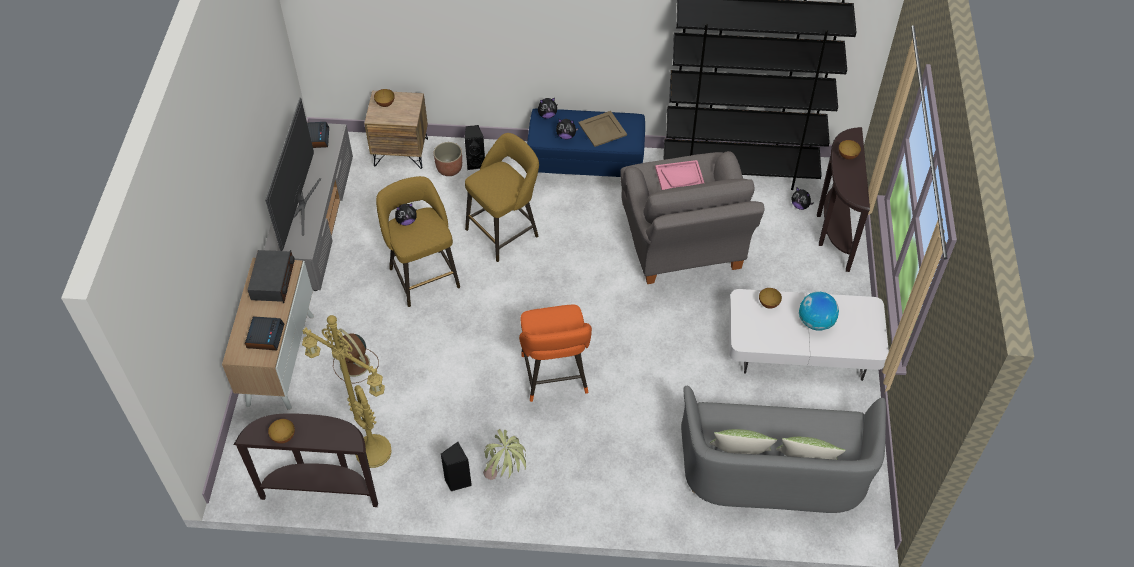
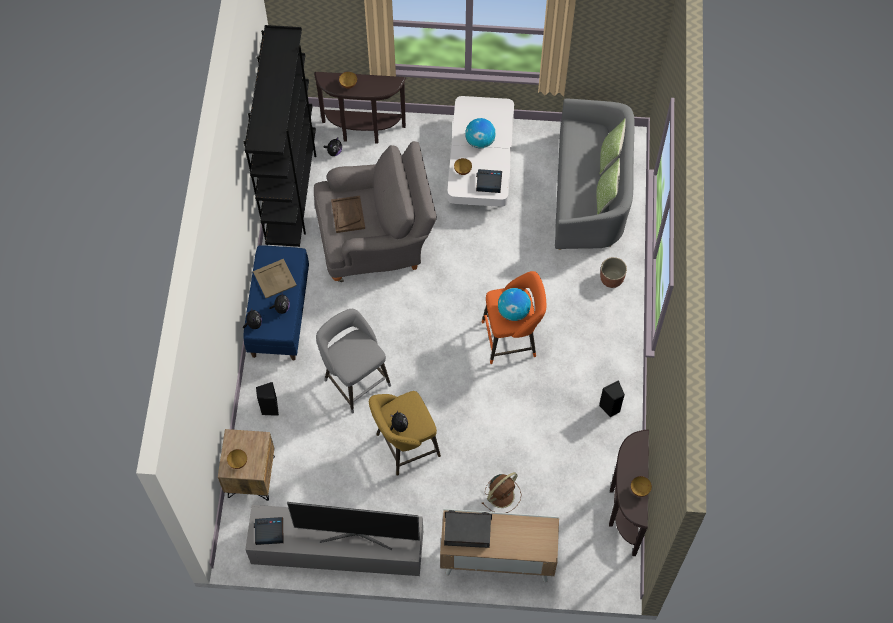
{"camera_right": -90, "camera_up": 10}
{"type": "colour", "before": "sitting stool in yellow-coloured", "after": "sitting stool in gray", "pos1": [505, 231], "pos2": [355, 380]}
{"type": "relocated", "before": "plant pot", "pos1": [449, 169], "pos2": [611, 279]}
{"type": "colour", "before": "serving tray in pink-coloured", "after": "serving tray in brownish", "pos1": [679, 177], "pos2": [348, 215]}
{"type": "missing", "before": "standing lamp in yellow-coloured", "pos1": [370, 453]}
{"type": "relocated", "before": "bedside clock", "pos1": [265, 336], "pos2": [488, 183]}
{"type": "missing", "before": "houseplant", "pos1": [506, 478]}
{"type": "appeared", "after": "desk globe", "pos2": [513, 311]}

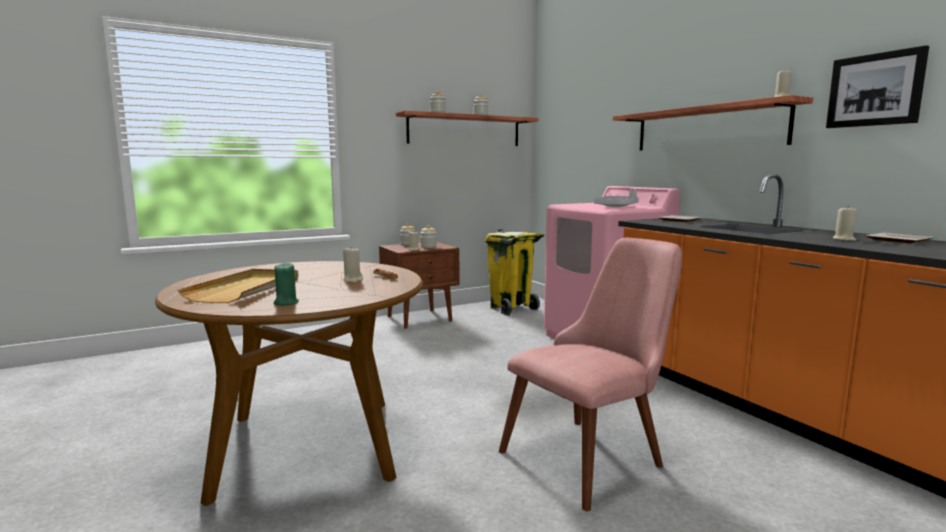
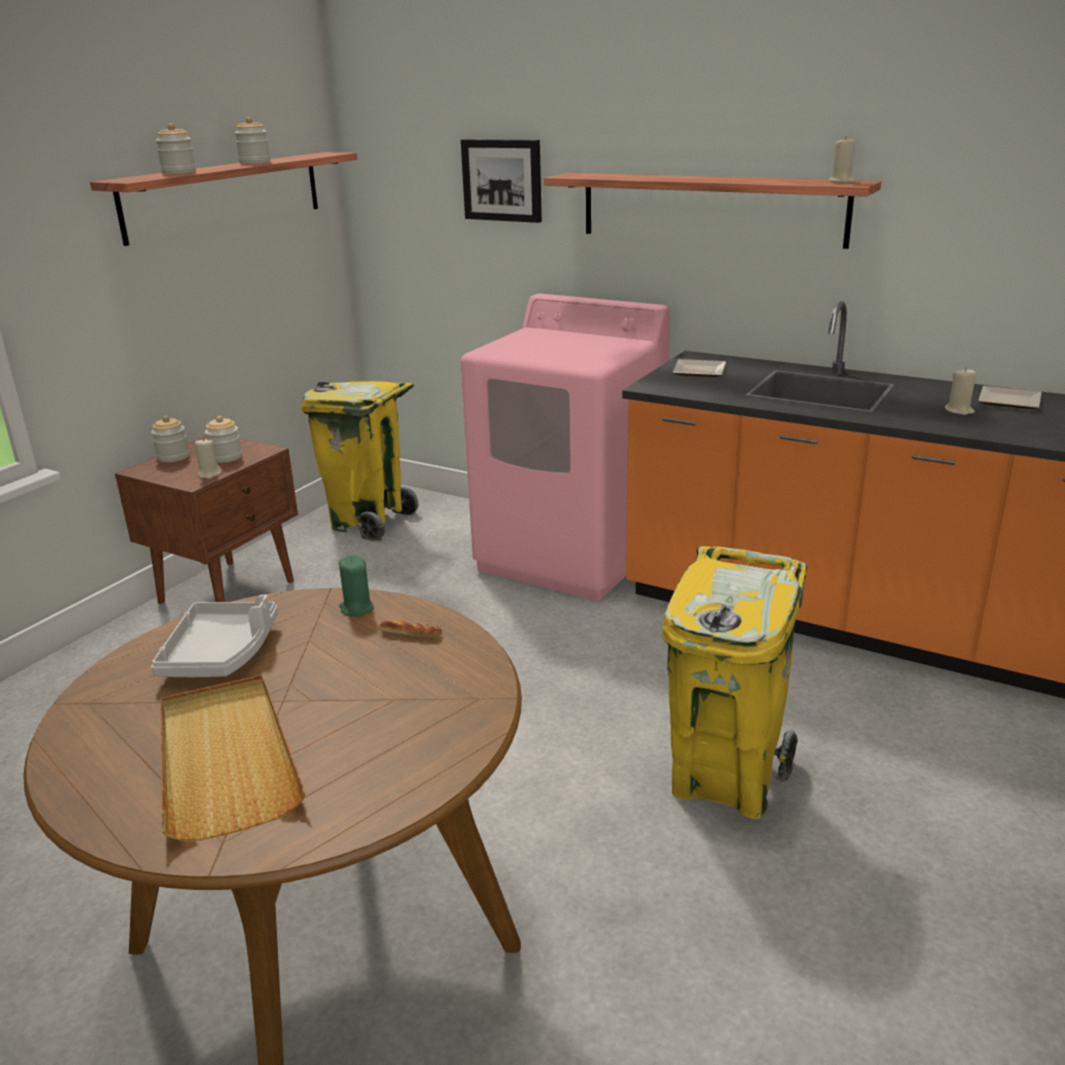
{"camera_right": -30, "camera_up": 15}
{"type": "relocated", "before": "wall picture", "pos1": [875, 90], "pos2": [502, 180]}
{"type": "relocated", "before": "serving tray in gray", "pos1": [616, 207], "pos2": [221, 653]}
{"type": "exchanged", "before": "upright chair in pink-coloured", "after": "rubbish bin in yellow-coloured", "pos1": [593, 452], "pos2": [725, 780]}
{"type": "missing", "before": "candle in sand-coloured", "pos1": [352, 280]}
{"type": "relocated", "before": "candle in greenish", "pos1": [286, 303], "pos2": [356, 608]}

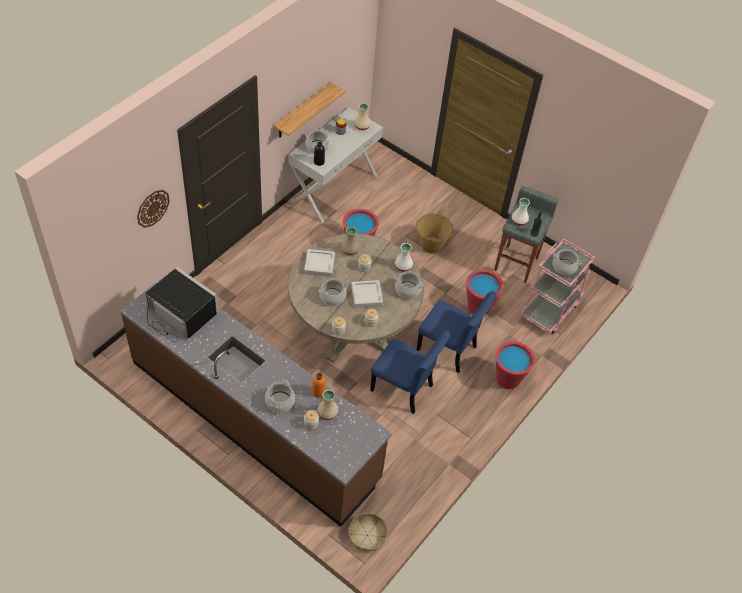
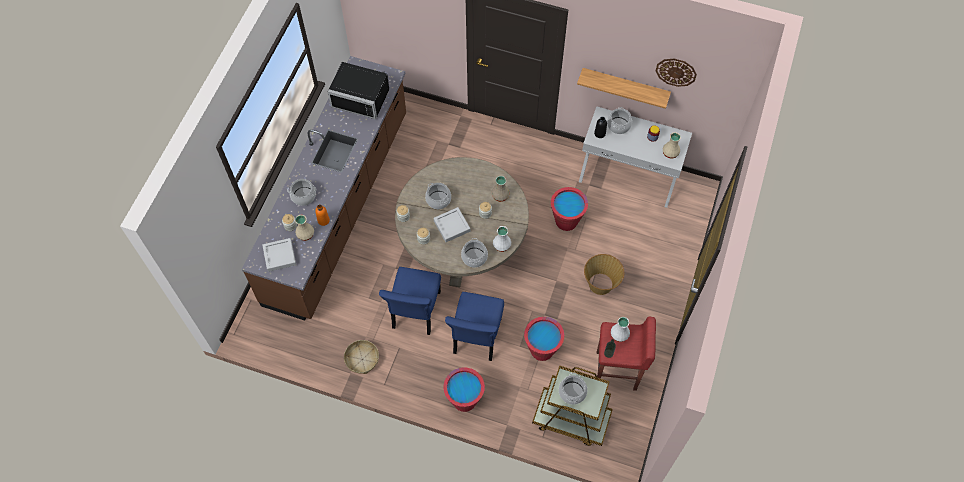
{"camera_right": 75, "camera_up": 10}
{"type": "colour", "before": "sitting stool in gray", "after": "sitting stool in red", "pos1": [517, 263], "pos2": [617, 371]}
{"type": "relocated", "before": "clock on the wall", "pos1": [152, 208], "pos2": [676, 72]}
{"type": "colour", "before": "trolley in pink-coloured", "after": "trolley in brownish", "pos1": [550, 309], "pos2": [571, 419]}
{"type": "relocated", "before": "serving tray in gray", "pos1": [319, 265], "pos2": [280, 256]}
{"type": "spun", "before": "microwave oven in blackish", "pos1": [180, 315], "pos2": [362, 96], "turn": 90}
{"type": "relocated", "before": "storage basket", "pos1": [367, 535], "pos2": [362, 359]}

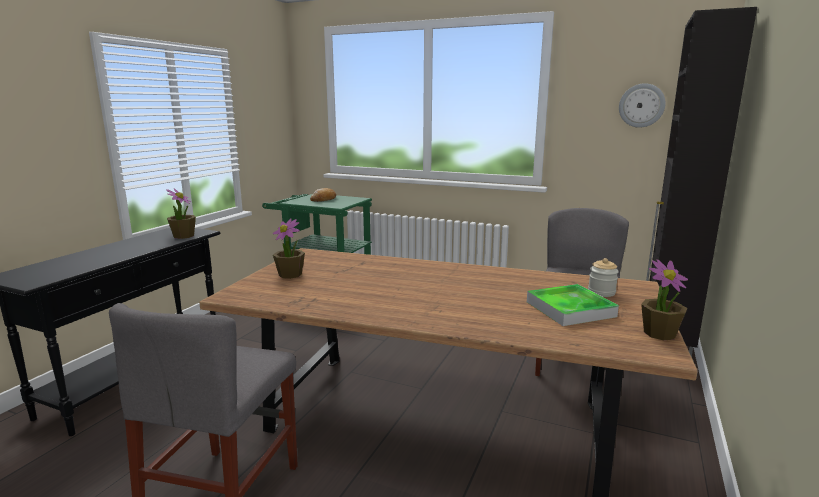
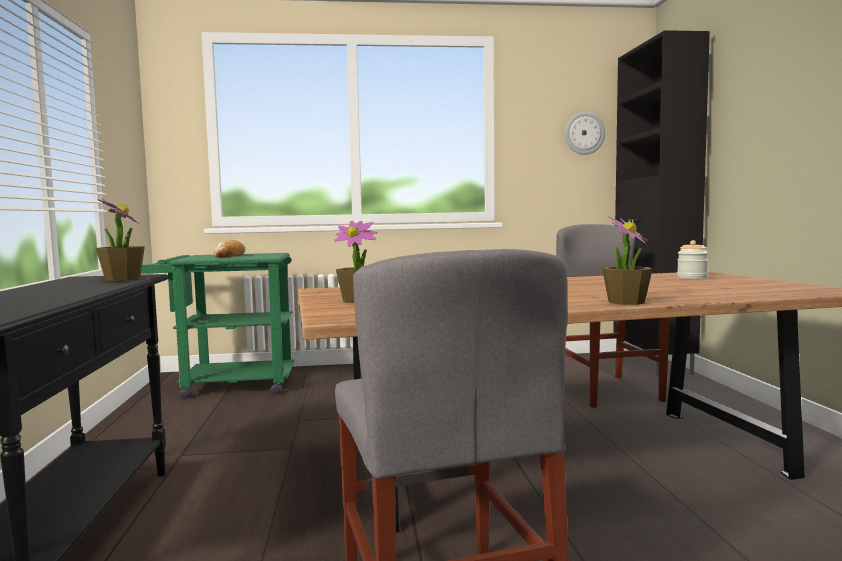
{"camera_right": -30, "camera_up": -10}
{"type": "relocated", "before": "houseplant", "pos1": [660, 333], "pos2": [626, 302]}
{"type": "missing", "before": "serving tray", "pos1": [570, 309]}

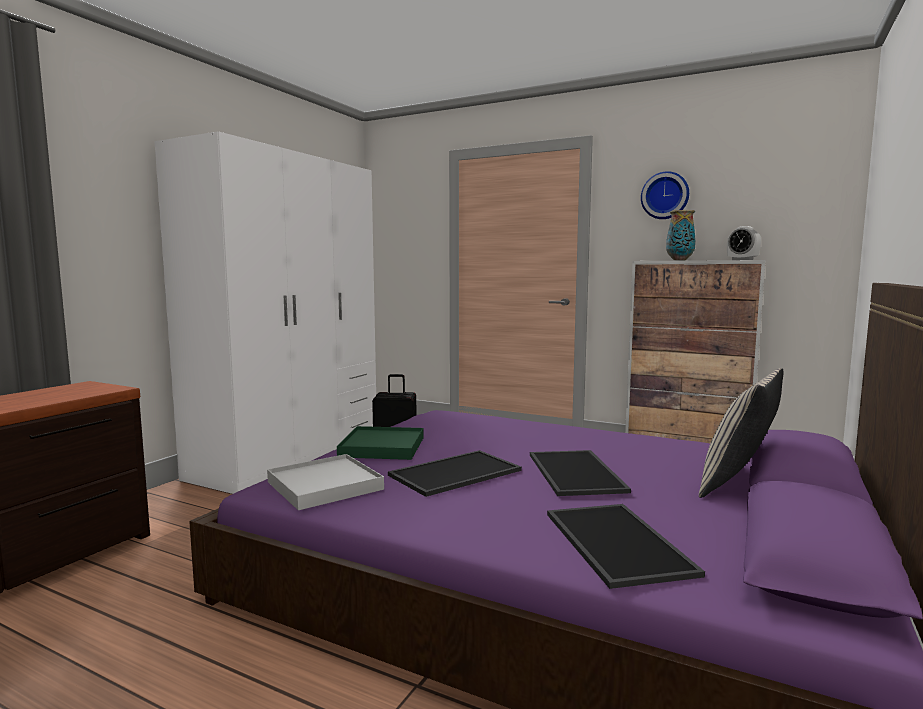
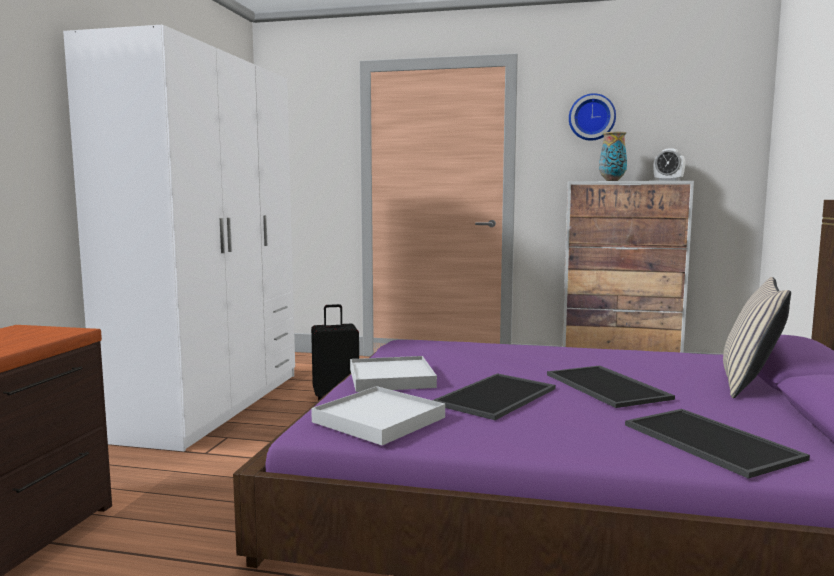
{"camera_right": -15, "camera_up": 0}
{"type": "colour", "before": "serving tray in greenish", "after": "serving tray in white-coloured", "pos1": [382, 447], "pos2": [391, 378]}

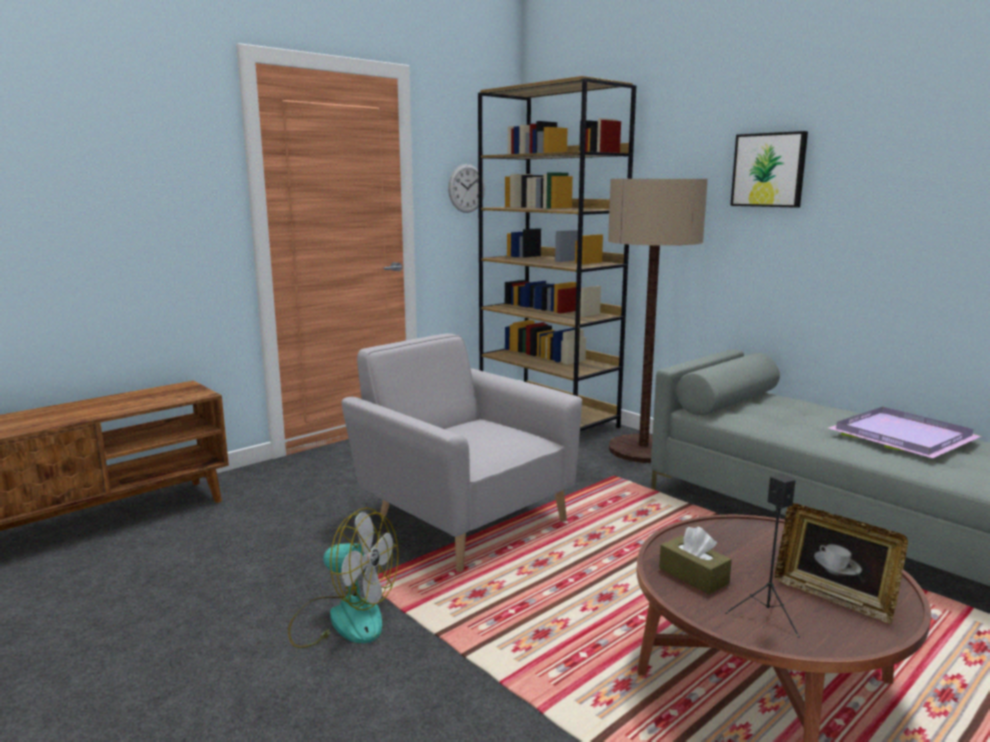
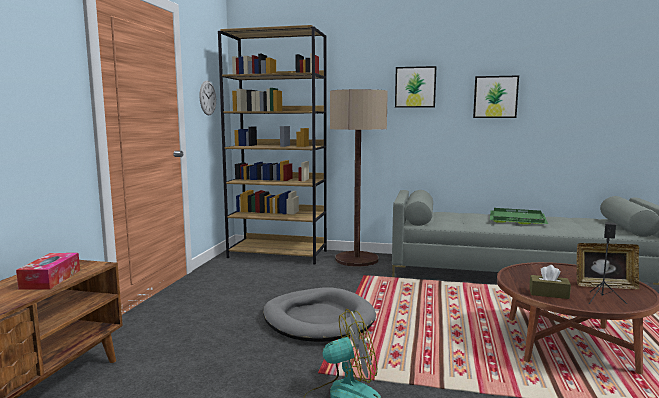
{"camera_right": -35, "camera_up": -5}
{"type": "exchanged", "before": "easy chair in gray", "after": "dog cushion in gray", "pos1": [462, 519], "pos2": [318, 319]}
{"type": "colour", "before": "serving tray in purplish", "after": "serving tray in greenish", "pos1": [905, 436], "pos2": [518, 219]}
{"type": "appeared", "after": "wall picture", "pos2": [495, 97]}
{"type": "appeared", "after": "tissue box", "pos2": [51, 279]}

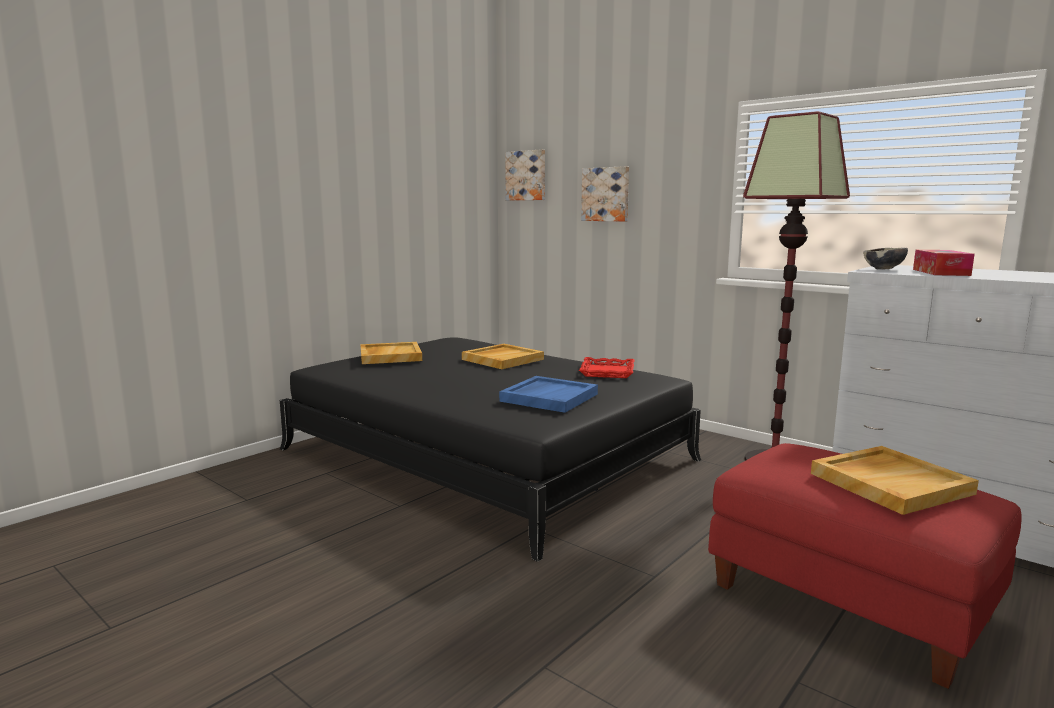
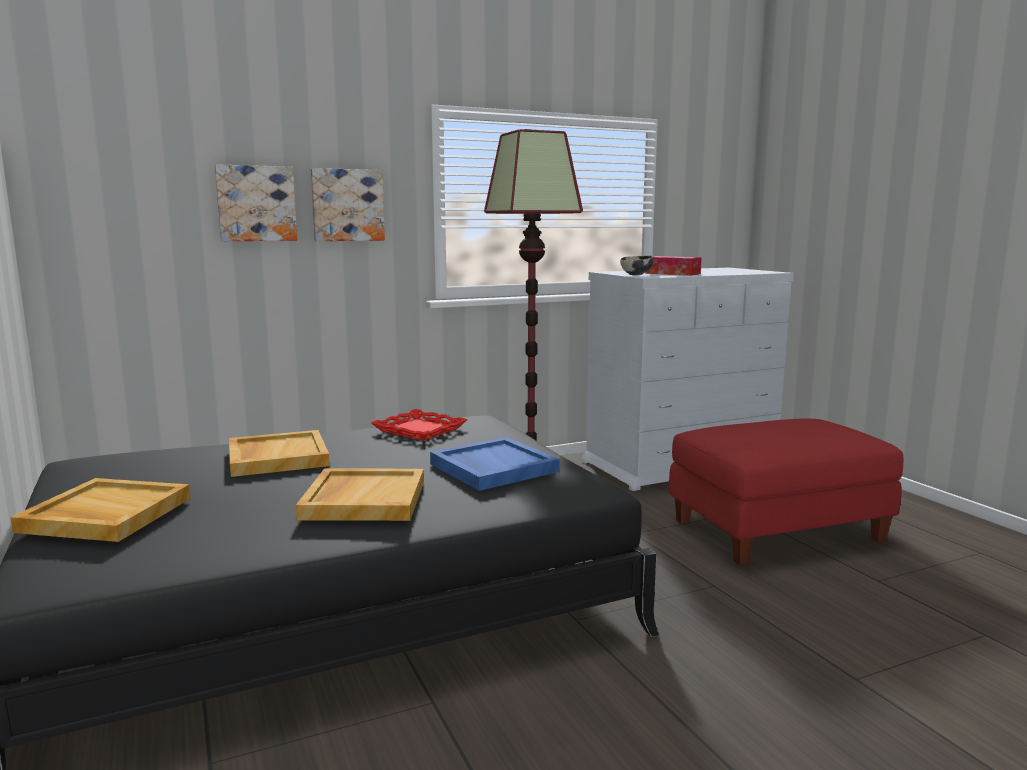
{"camera_right": -65, "camera_up": 0}
{"type": "relocated", "before": "wall picture", "pos1": [526, 175], "pos2": [347, 205]}
{"type": "relocated", "before": "serving tray in sand-coloured", "pos1": [890, 483], "pos2": [363, 499]}

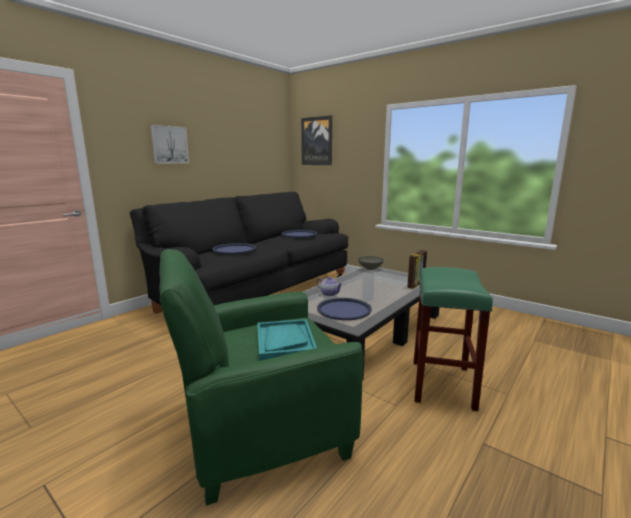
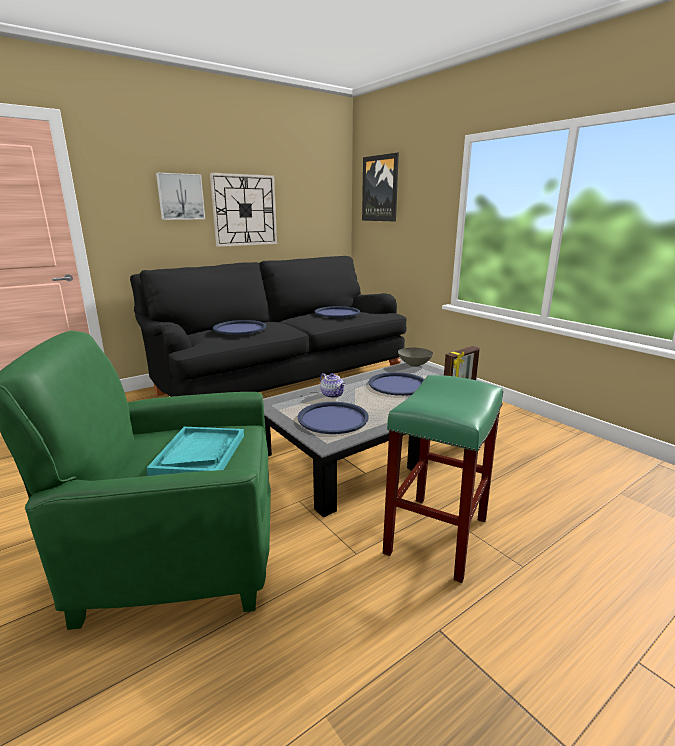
{"camera_right": 15, "camera_up": 5}
{"type": "appeared", "after": "clock on the wall", "pos2": [244, 210]}
{"type": "appeared", "after": "serving tray in blue-coloured", "pos2": [398, 385]}

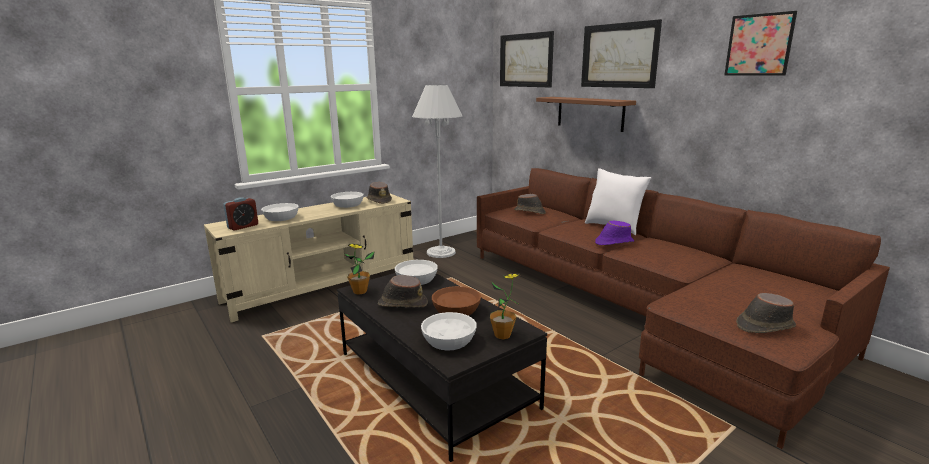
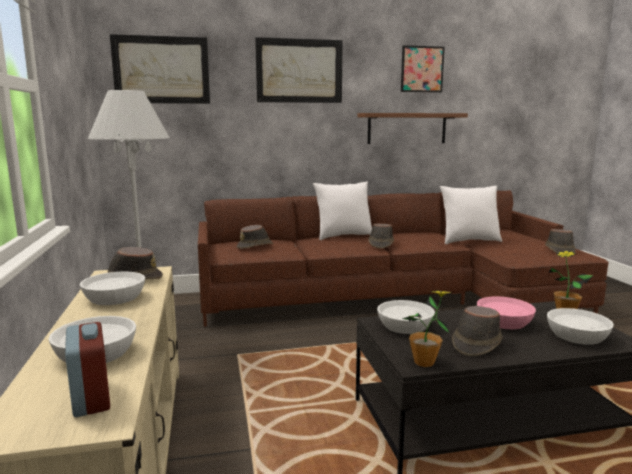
{"camera_right": -65, "camera_up": -5}
{"type": "relocated", "before": "wall shelf in brownish", "pos1": [590, 113], "pos2": [407, 128]}
{"type": "colour", "before": "hat in purplish", "after": "hat in brownish", "pos1": [614, 242], "pos2": [380, 244]}
{"type": "colour", "before": "deep dish in brownish", "after": "deep dish in pink-coloured", "pos1": [456, 310], "pos2": [505, 322]}
{"type": "appeared", "after": "pillow in white-coloured", "pos2": [469, 241]}

